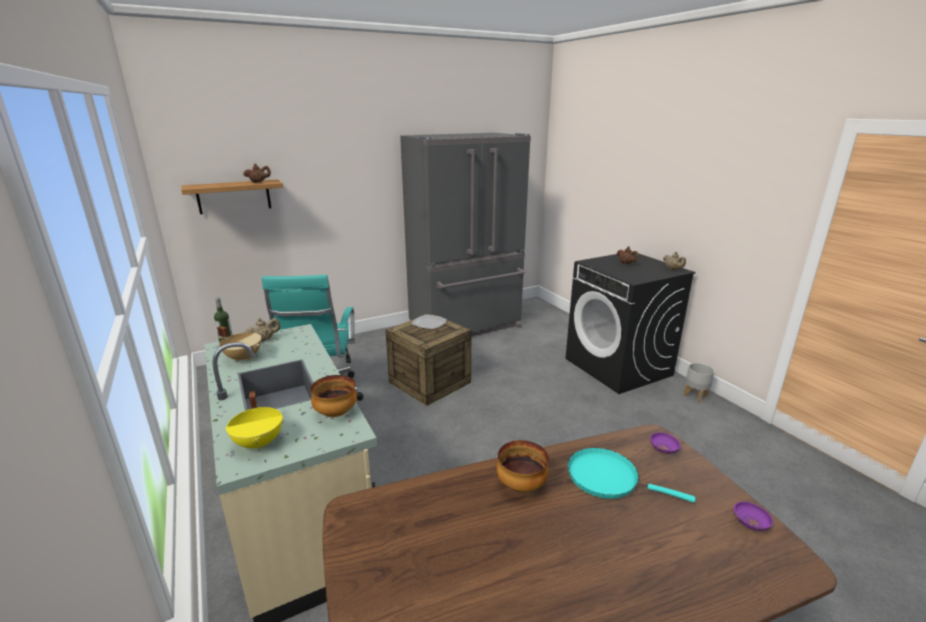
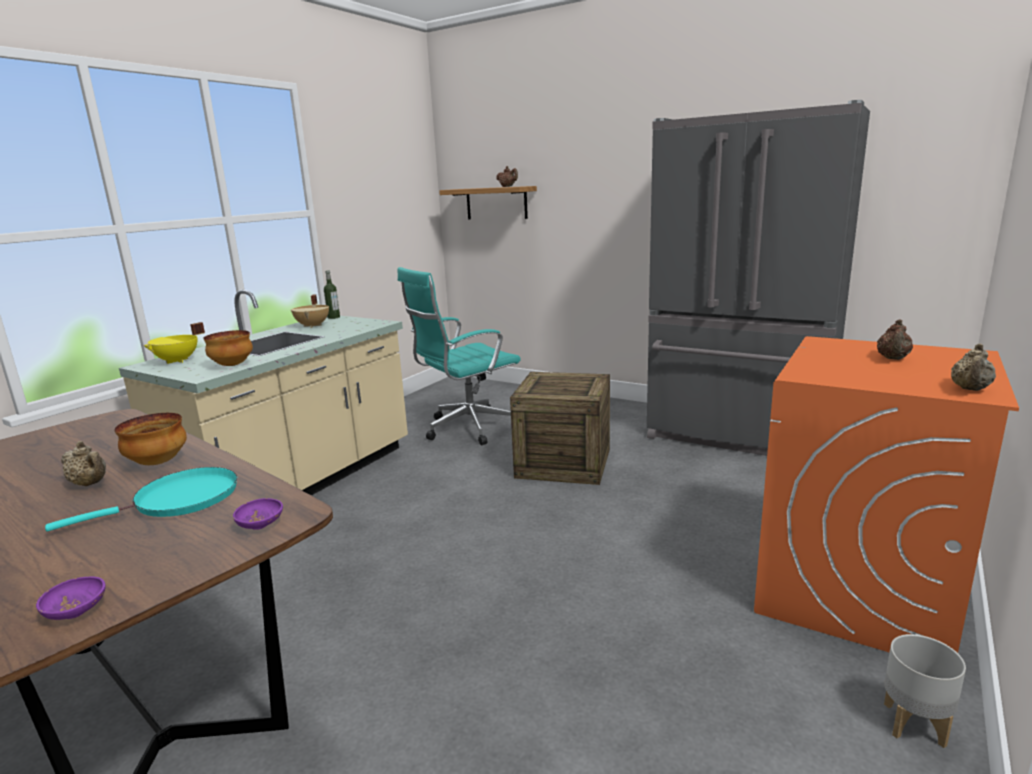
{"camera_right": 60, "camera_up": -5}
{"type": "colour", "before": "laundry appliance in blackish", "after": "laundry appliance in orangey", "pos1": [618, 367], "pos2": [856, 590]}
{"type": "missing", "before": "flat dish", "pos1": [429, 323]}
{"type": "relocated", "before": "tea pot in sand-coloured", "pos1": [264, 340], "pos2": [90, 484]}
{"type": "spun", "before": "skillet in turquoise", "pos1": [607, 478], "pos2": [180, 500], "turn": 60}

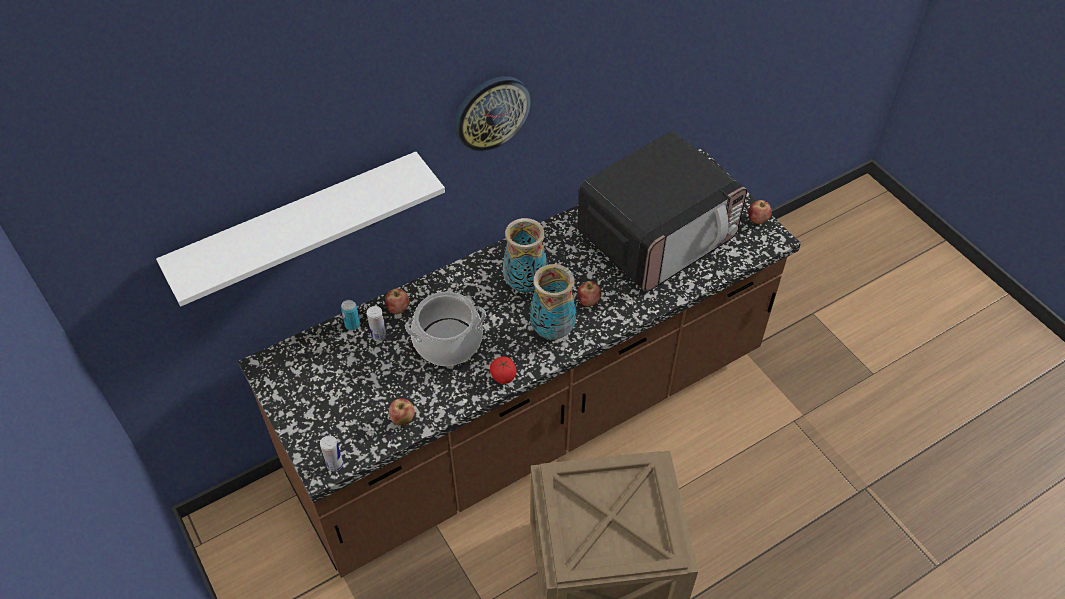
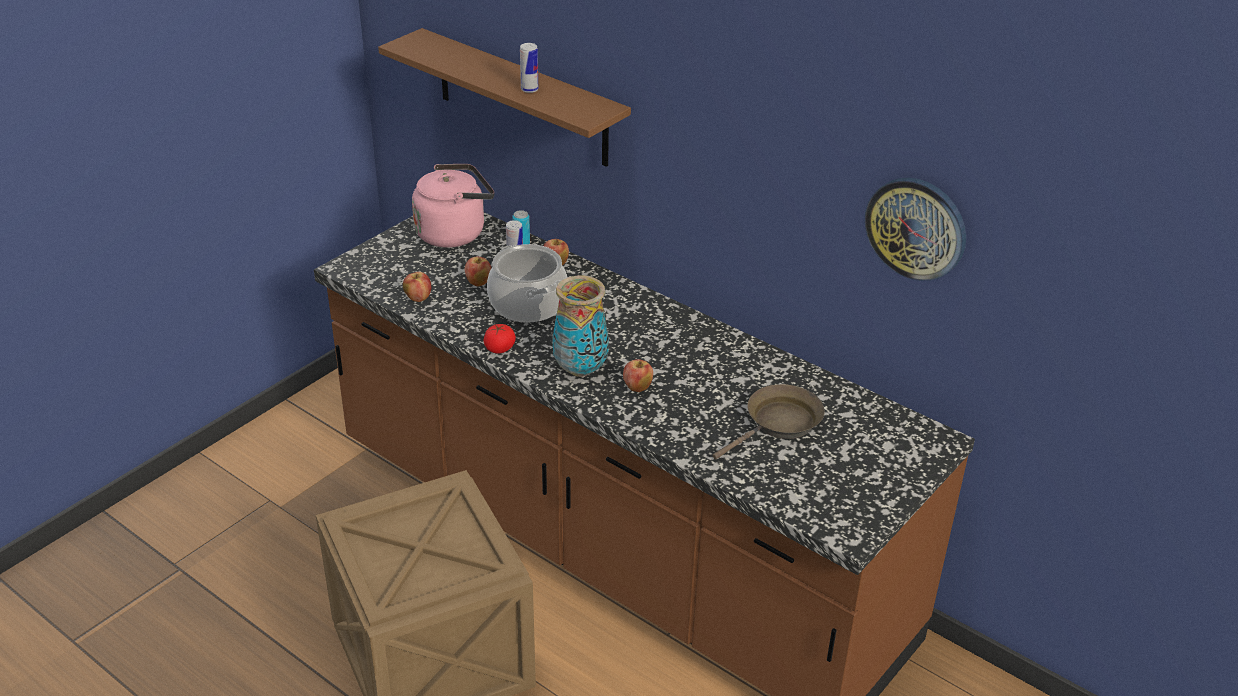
{"camera_right": 70, "camera_up": -15}
{"type": "relocated", "before": "clock on the wall", "pos1": [491, 112], "pos2": [916, 228]}
{"type": "exchanged", "before": "microwave oven", "after": "skillet in brownish", "pos1": [657, 236], "pos2": [779, 424]}
{"type": "colour", "before": "wall shelf in white-coloured", "after": "wall shelf in brownish", "pos1": [298, 226], "pos2": [522, 98]}
{"type": "relocated", "before": "apple", "pos1": [757, 220], "pos2": [478, 283]}
{"type": "missing", "before": "vase", "pos1": [524, 284]}
{"type": "relocated", "before": "metal can", "pos1": [335, 464], "pos2": [529, 89]}
{"type": "appeared", "after": "kettle in pink-coloured", "pos2": [454, 232]}

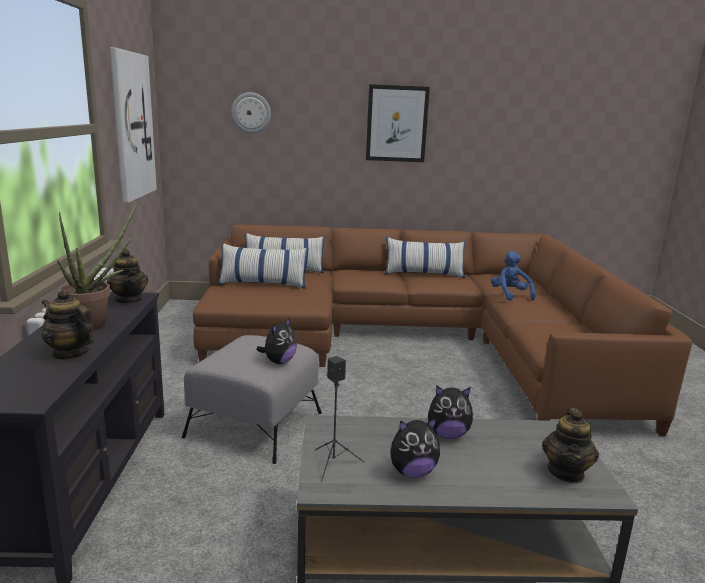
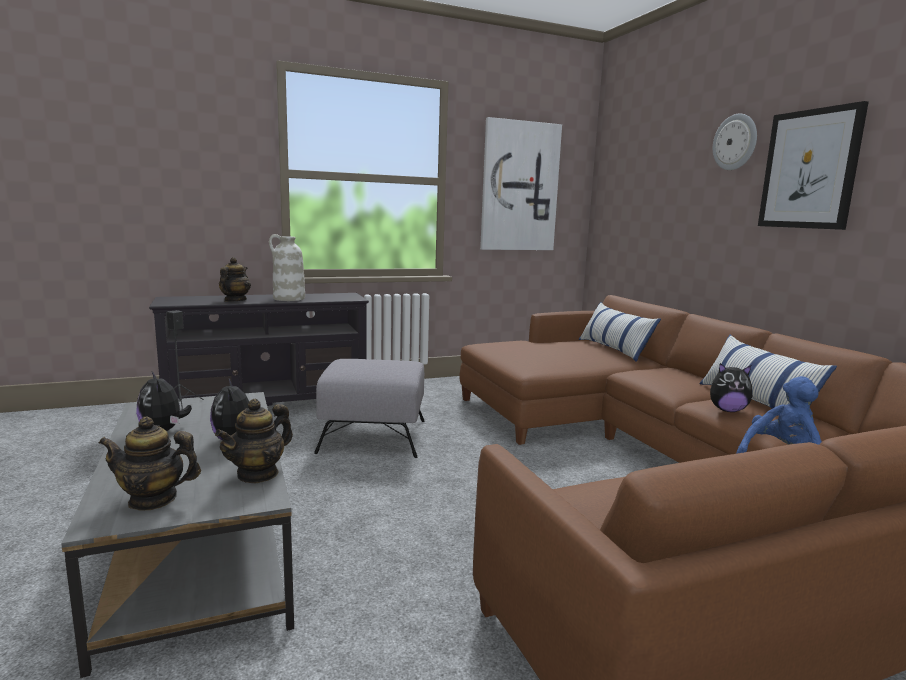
{"camera_right": 70, "camera_up": -5}
{"type": "relocated", "before": "clock on the wall", "pos1": [251, 113], "pos2": [735, 142]}
{"type": "exchanged", "before": "houseplant", "after": "vase in white-coloured", "pos1": [96, 324], "pos2": [288, 299]}
{"type": "missing", "before": "pillow", "pos1": [263, 284]}
{"type": "relocated", "before": "tea pot", "pos1": [129, 300], "pos2": [258, 474]}
{"type": "relocated", "before": "cuddly toy", "pos1": [279, 362], "pos2": [727, 410]}

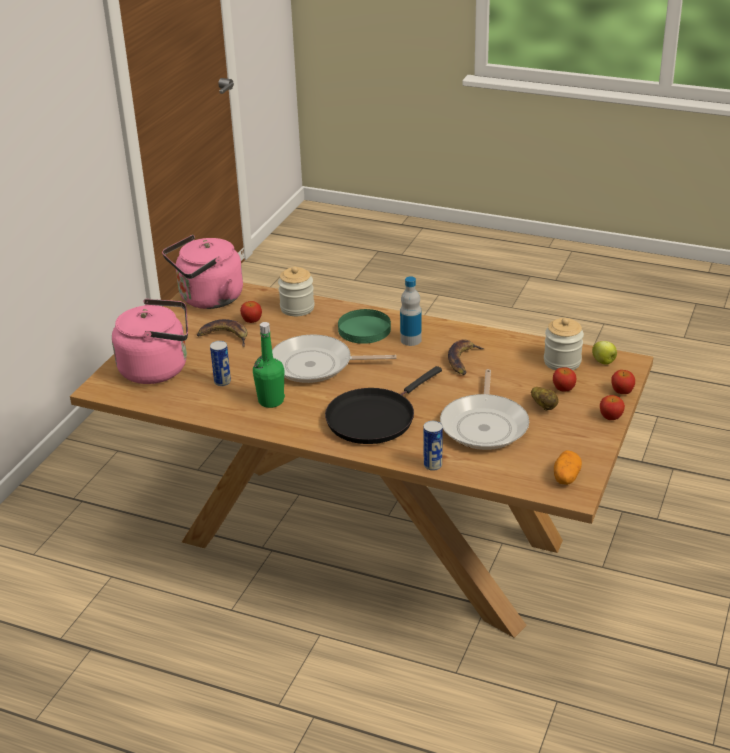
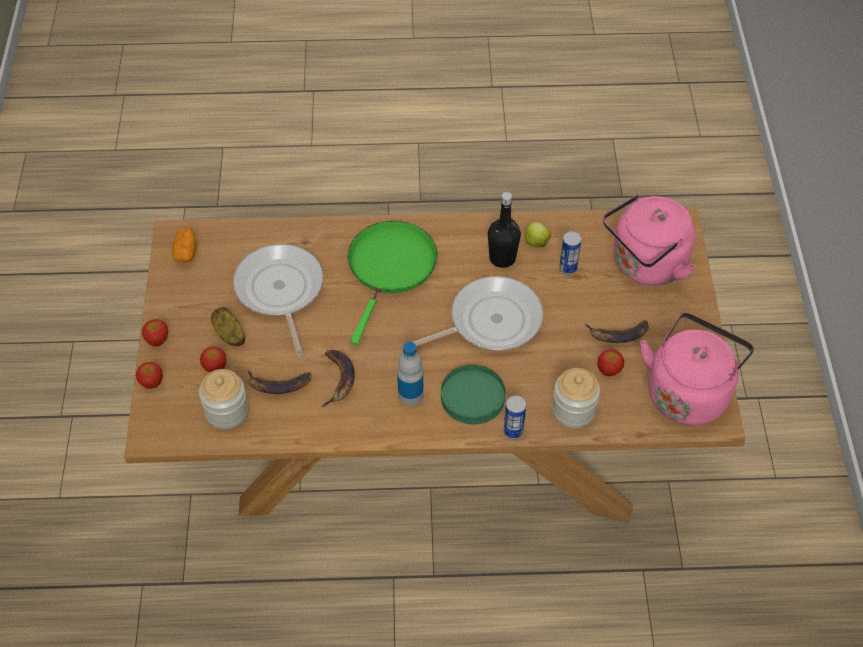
{"camera_right": 155, "camera_up": 20}
{"type": "colour", "before": "drink bottle in greenish", "after": "drink bottle in blackish", "pos1": [271, 401], "pos2": [502, 258]}
{"type": "relocated", "before": "apple", "pos1": [604, 362], "pos2": [535, 242]}
{"type": "colour", "before": "skillet in blackish", "after": "skillet in greenish", "pos1": [374, 418], "pos2": [390, 267]}
{"type": "relocated", "before": "metal can", "pos1": [432, 465], "pos2": [513, 431]}
{"type": "appeared", "after": "banana", "pos2": [278, 385]}

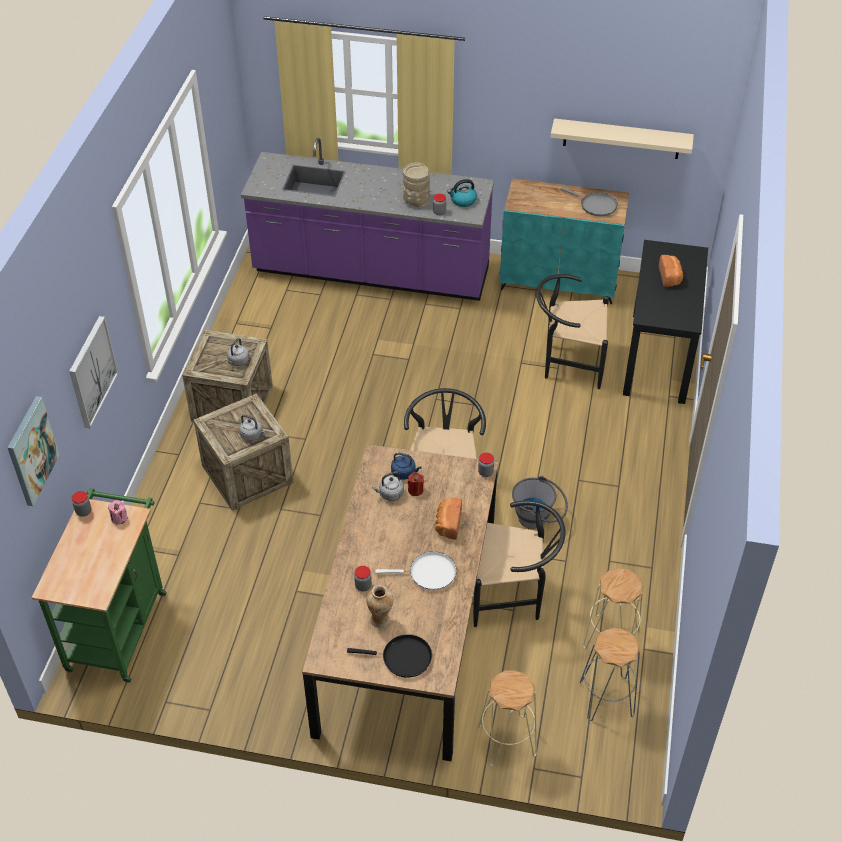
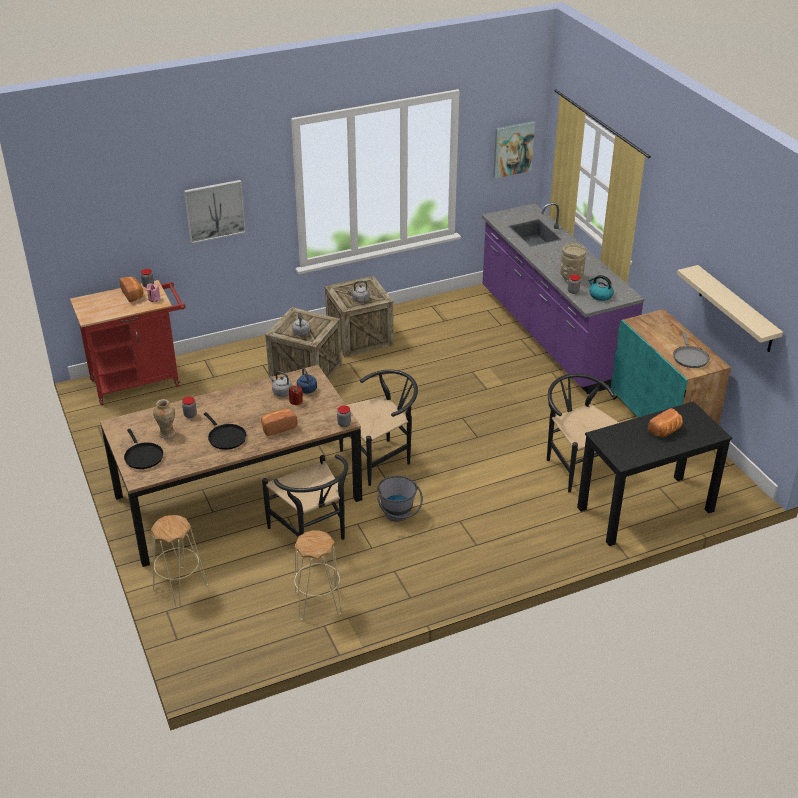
{"camera_right": 55, "camera_up": -10}
{"type": "relocated", "before": "wall picture", "pos1": [31, 451], "pos2": [513, 149]}
{"type": "colour", "before": "trolley in greenish", "after": "trolley in red", "pos1": [119, 624], "pos2": [140, 381]}
{"type": "colour", "before": "skillet in white-coloured", "after": "skillet in blackish", "pos1": [429, 573], "pos2": [225, 437]}
{"type": "missing", "before": "sitting stool in gray", "pos1": [606, 699]}
{"type": "appeared", "after": "bread", "pos2": [133, 295]}

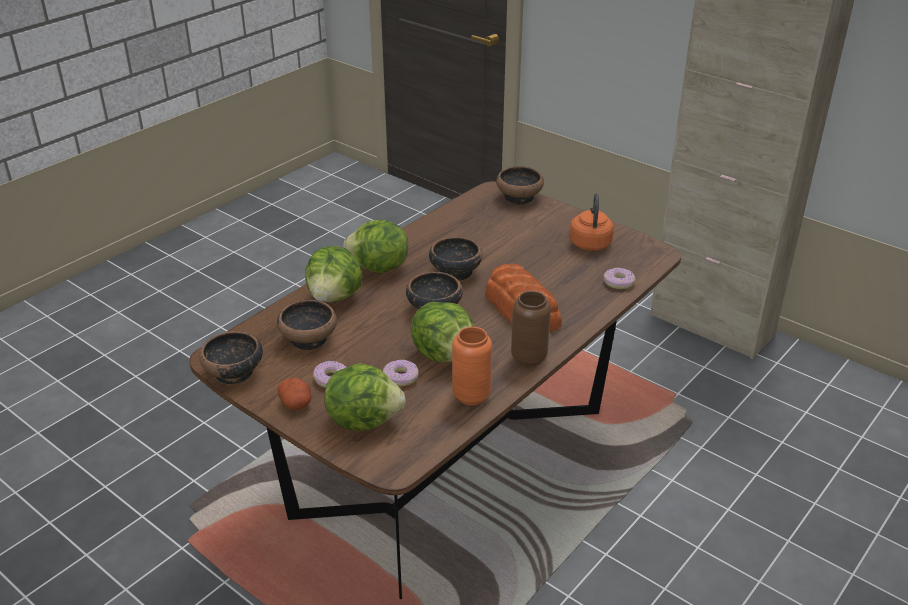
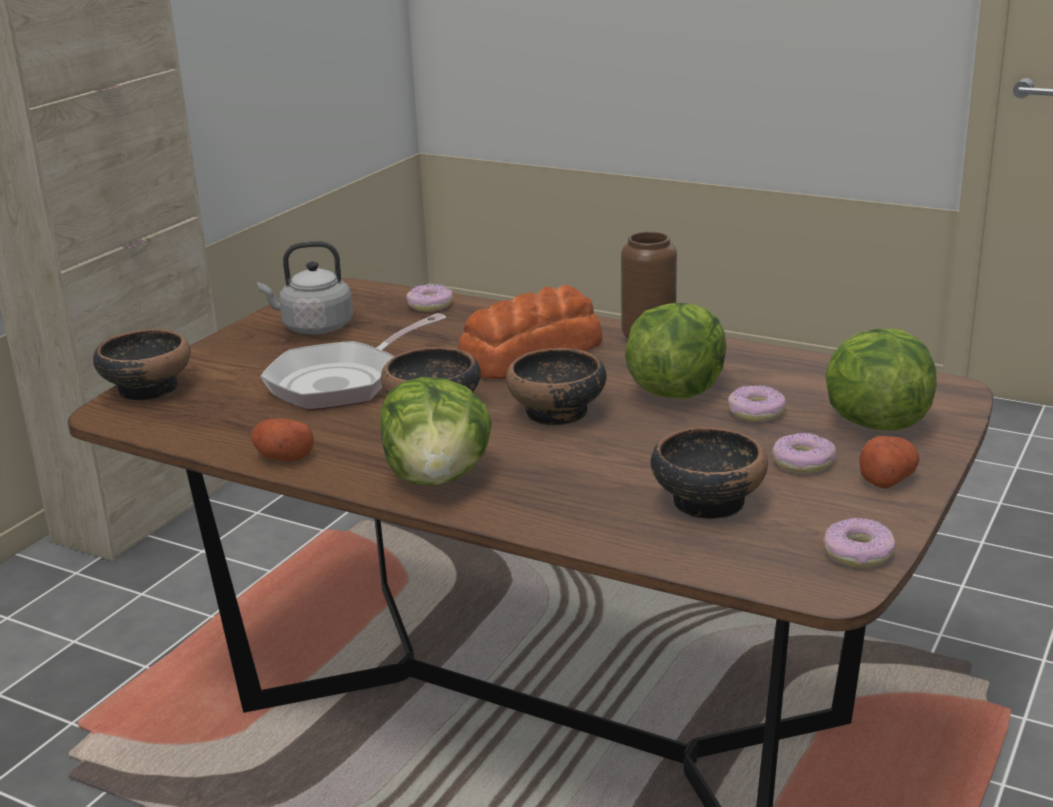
{"camera_right": -100, "camera_up": -10}
{"type": "colour", "before": "kettle in orangey", "after": "kettle in gray", "pos1": [590, 242], "pos2": [313, 328]}
{"type": "missing", "before": "lettuce", "pos1": [335, 297]}
{"type": "missing", "before": "vase in orangey", "pos1": [471, 396]}
{"type": "exchanged", "before": "deep dish", "after": "doughnut", "pos1": [234, 373], "pos2": [859, 553]}
{"type": "appeared", "after": "skillet", "pos2": [342, 382]}
{"type": "appeared", "after": "whole potato", "pos2": [282, 456]}

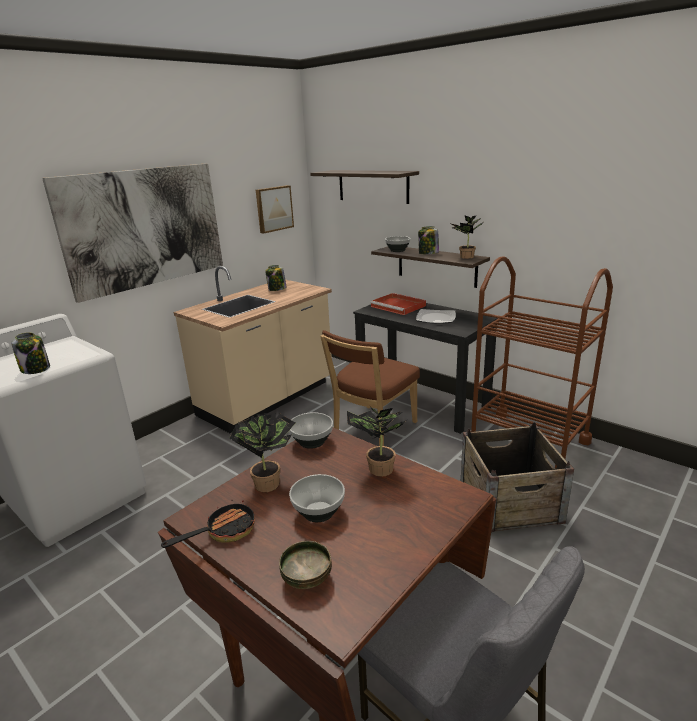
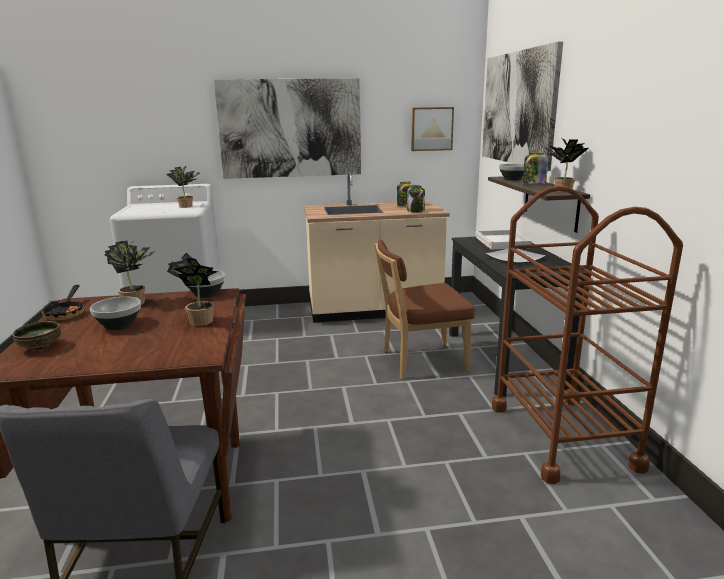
{"camera_right": 40, "camera_up": -5}
{"type": "exchanged", "before": "wall shelf", "after": "wall picture", "pos1": [373, 186], "pos2": [518, 108]}
{"type": "colour", "before": "serving tray in red", "after": "serving tray in white-coloured", "pos1": [399, 306], "pos2": [503, 242]}
{"type": "relocated", "before": "preserve jar", "pos1": [36, 369], "pos2": [416, 211]}
{"type": "missing", "before": "packing crate", "pos1": [509, 501]}
{"type": "spun", "before": "skillet", "pos1": [224, 531], "pos2": [67, 313], "turn": 75}
{"type": "appeared", "after": "houseplant", "pos2": [188, 206]}

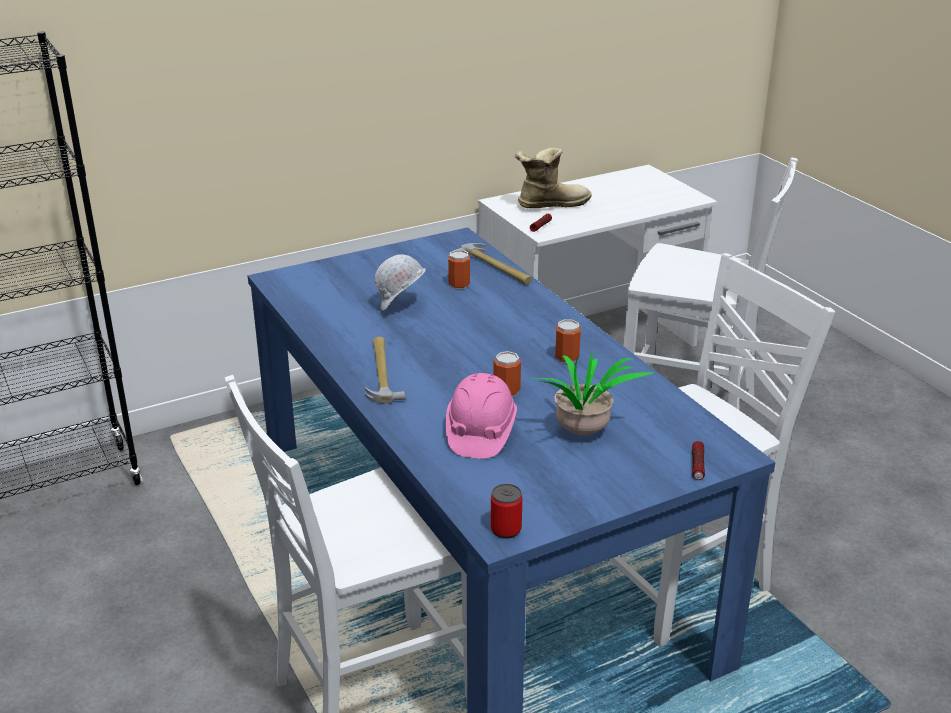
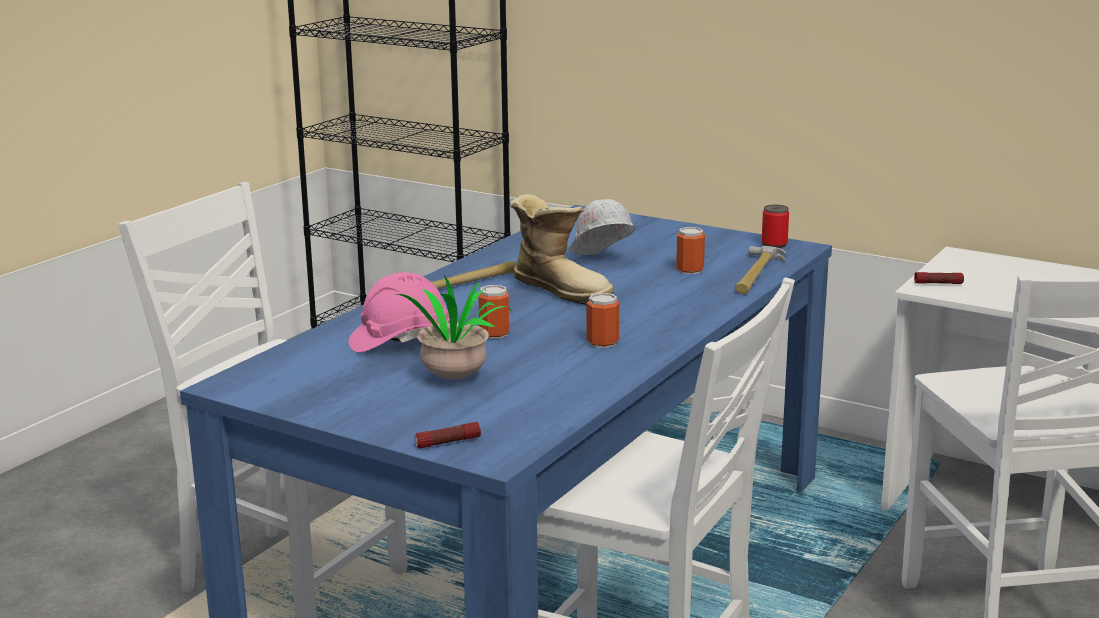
{"camera_right": 60, "camera_up": -10}
{"type": "relocated", "before": "high-top boot", "pos1": [550, 204], "pos2": [561, 290]}
{"type": "relocated", "before": "metal can", "pos1": [506, 529], "pos2": [774, 245]}

